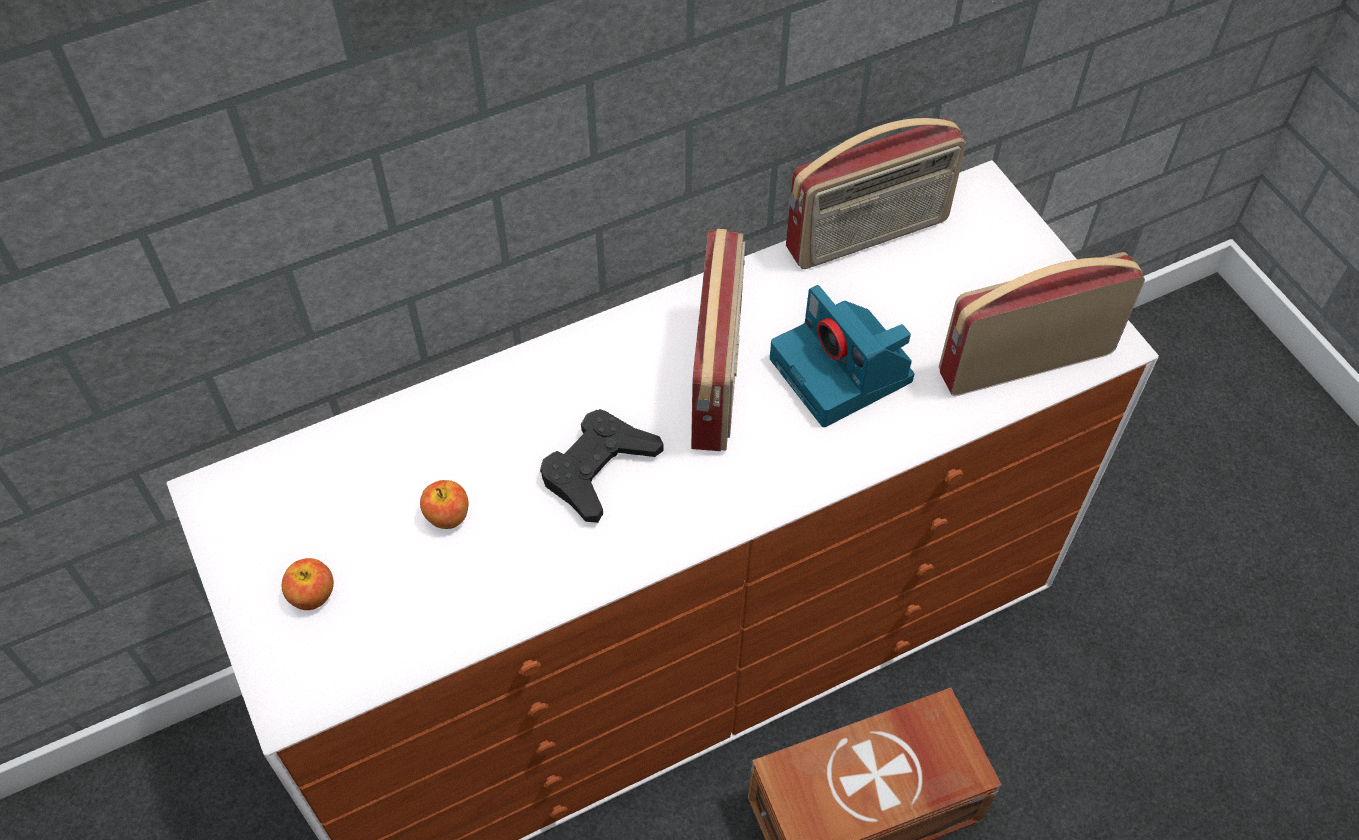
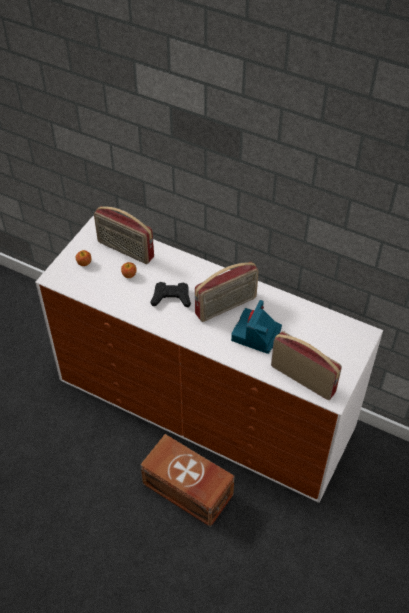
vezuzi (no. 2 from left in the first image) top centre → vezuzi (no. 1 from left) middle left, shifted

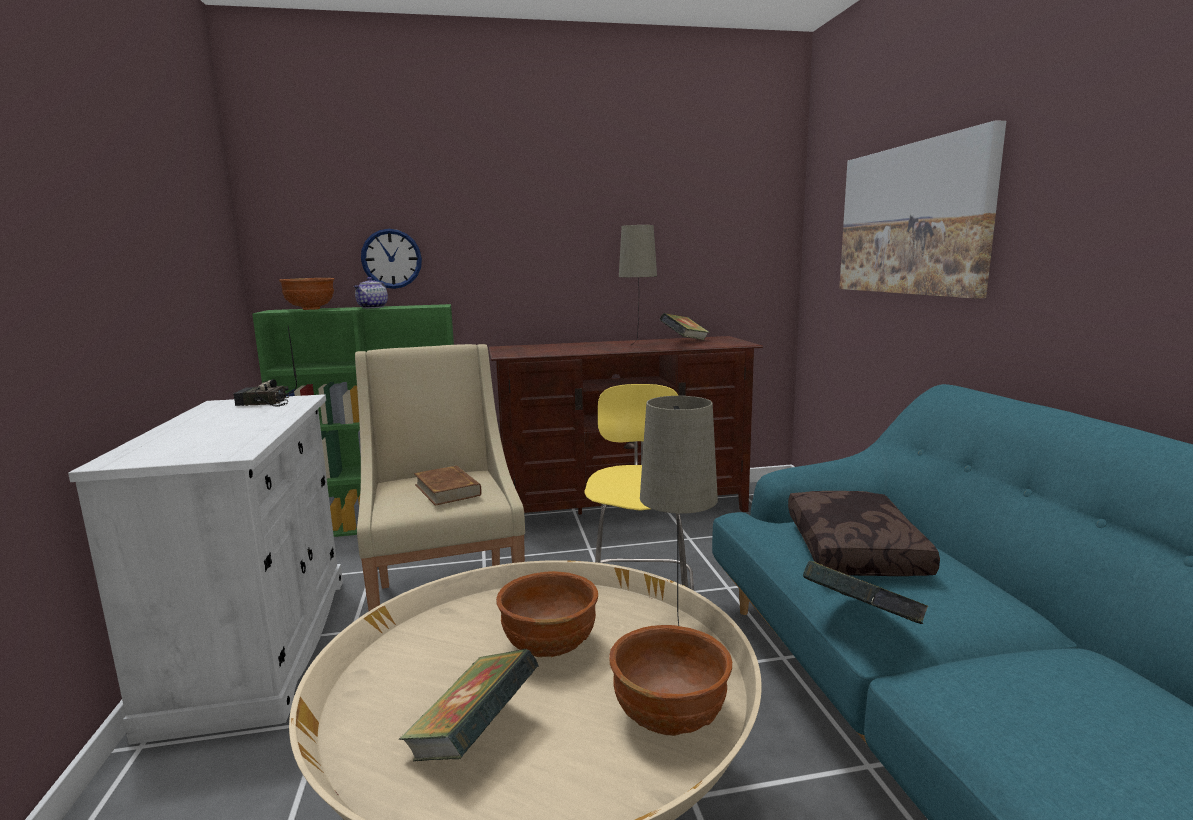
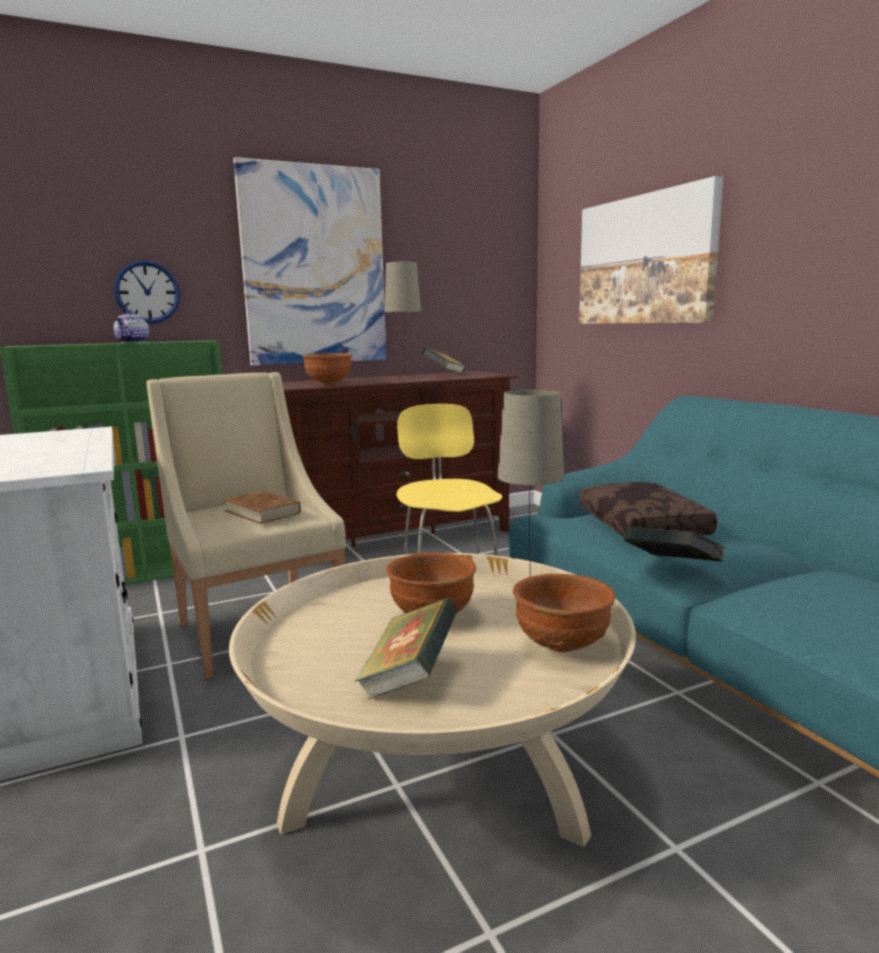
vezuzi middle left → -
- → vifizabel (no. 1 from left) top centre
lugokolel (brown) (no. 1 from left) middle left → lugokolel (brown) (no. 1 from left) centre, shifted

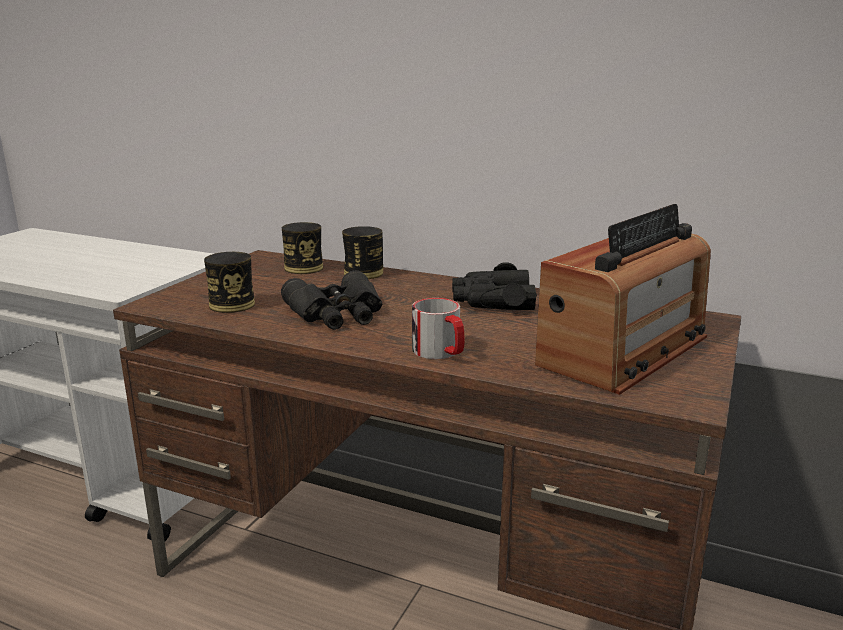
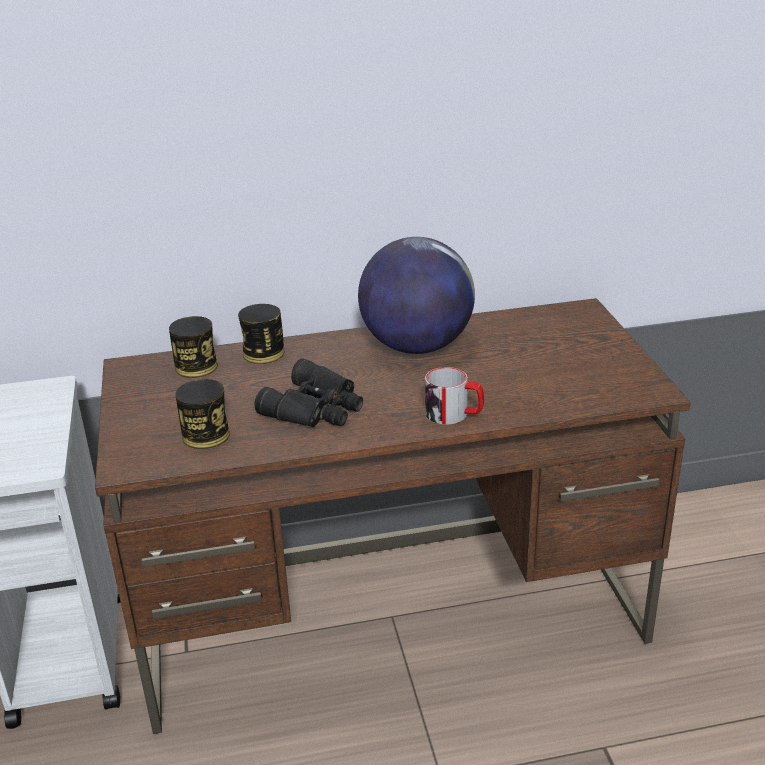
vezuzi middle right → -
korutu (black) (no. 2 from left) centre → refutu centre

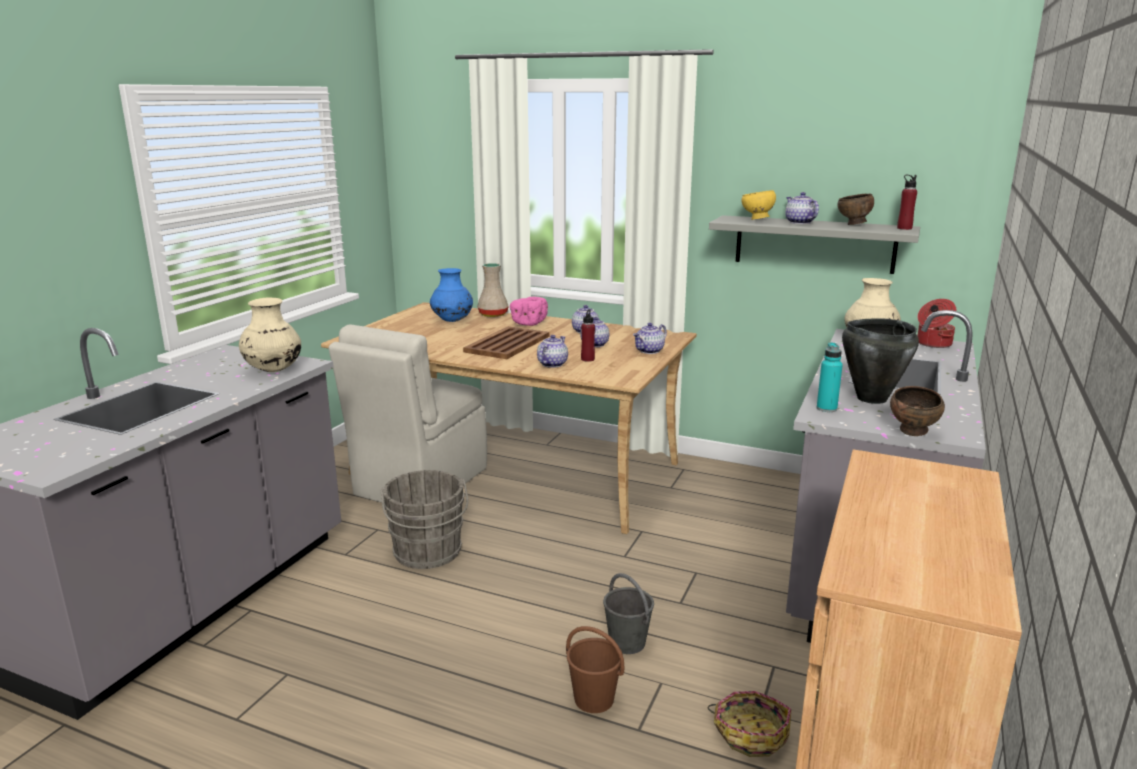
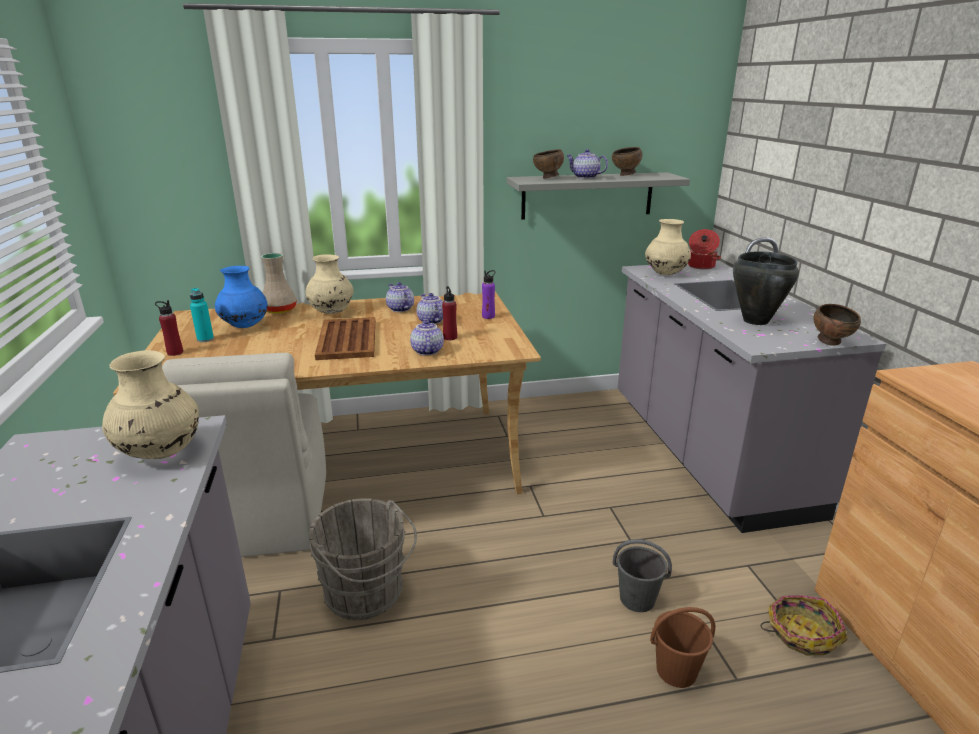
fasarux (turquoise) middle right → fasarux (turquoise) middle left, shifted
fasarux (red) (no. 2 from left in the first image) top right → fasarux (red) (no. 1 from left) middle left, shifted
lugokolel (pink) centre → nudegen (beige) (no. 3 from left) centre
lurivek (no. 4 from left) centre → fasarux (purple) centre
lugokolel (yellow) top right → lugokolel (brown) (no. 1 from left) top centre

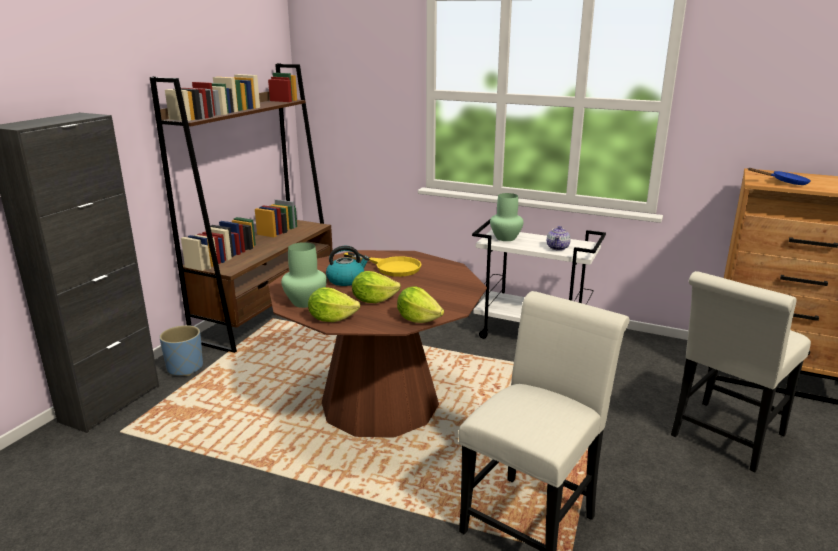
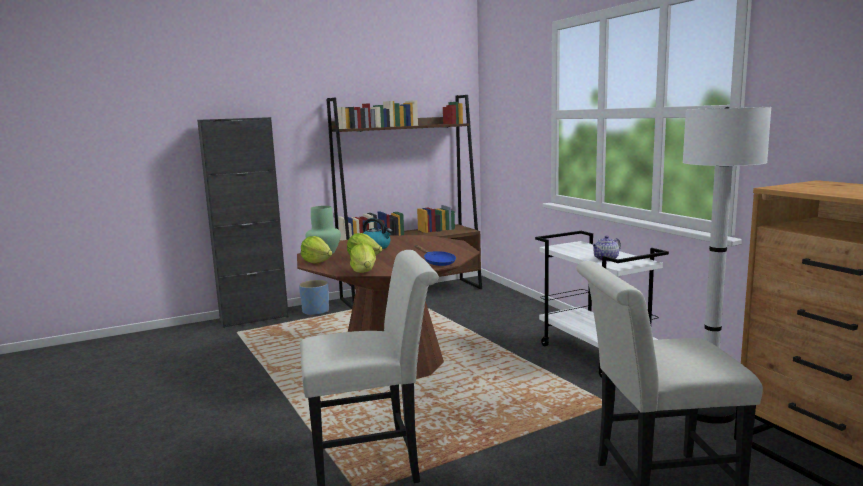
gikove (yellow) centre → -
nudegen (green) (no. 2 from left) centre → -
- → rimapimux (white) middle right
gikove (blue) top right → gikove (blue) centre, shifted

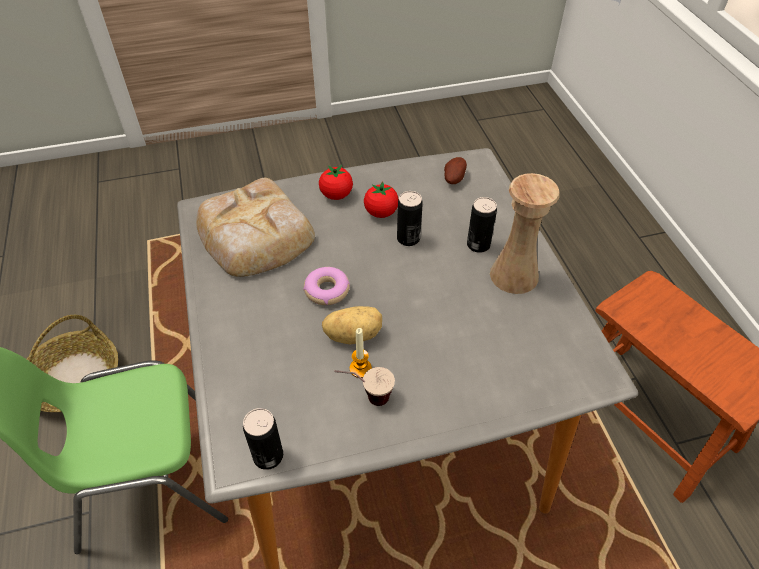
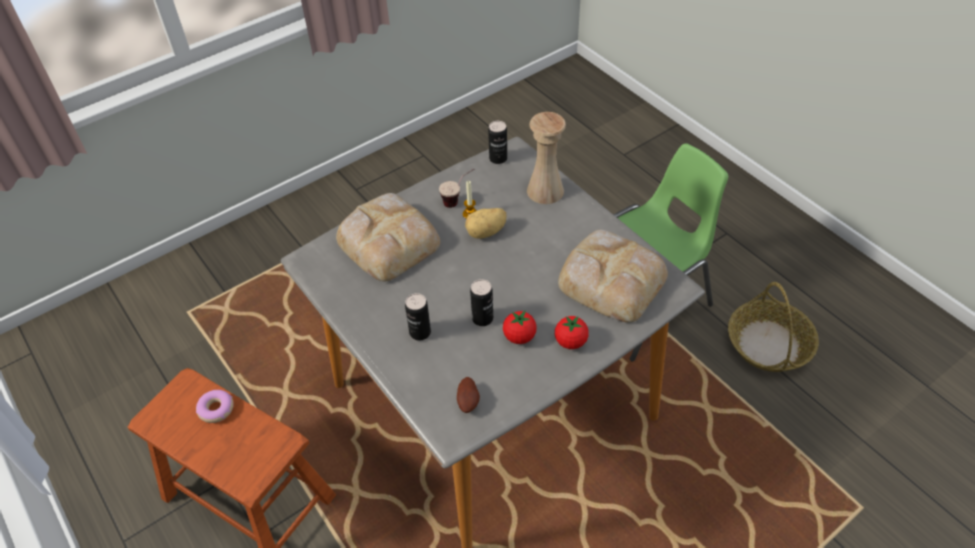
- → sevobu (no. 1 from left) centre
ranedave centre → ranedave bottom left, shifted
nudegen (beige) middle right → nudegen (beige) top centre, shifted

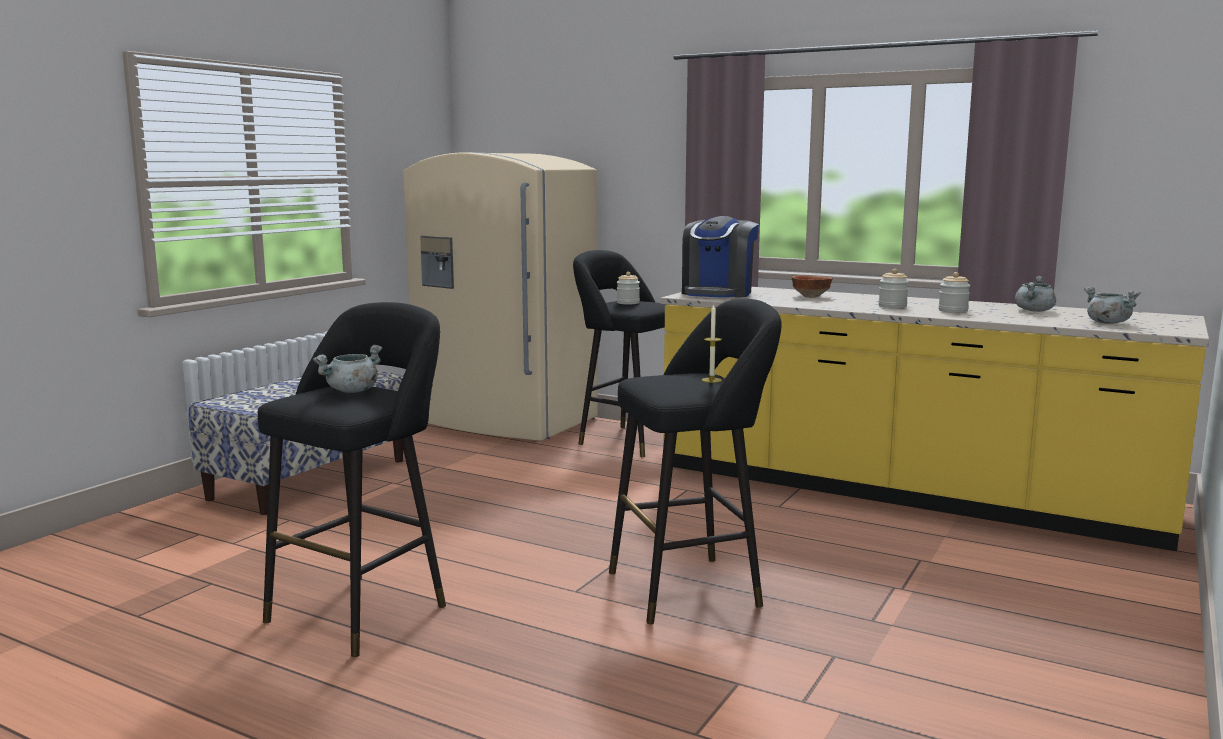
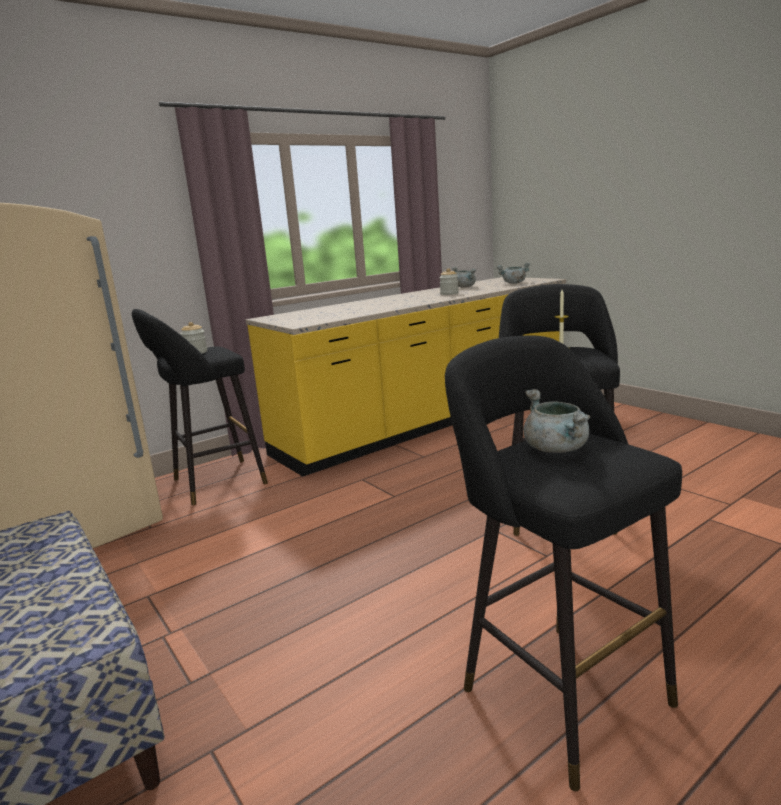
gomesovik centre → -
lugokolel centre → -
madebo (no. 2 from left) middle right → -

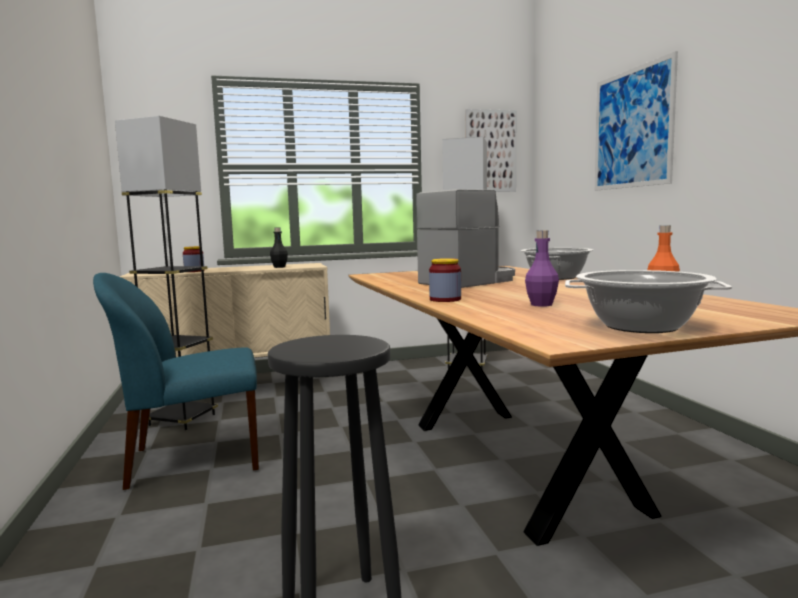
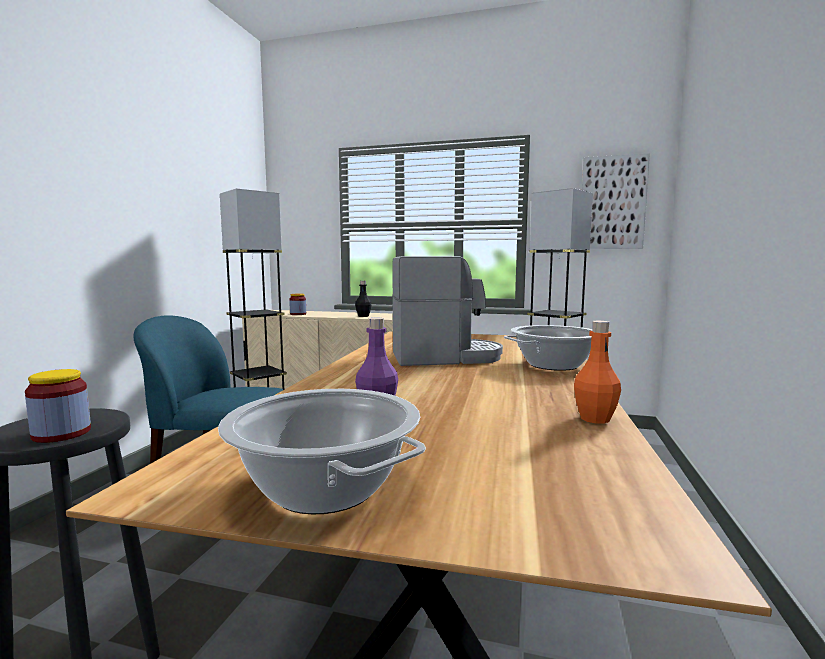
vifizabel (no. 2 from left) top right → -
madebo (no. 2 from left in the first image) centre → madebo (no. 1 from left) middle left, shifted

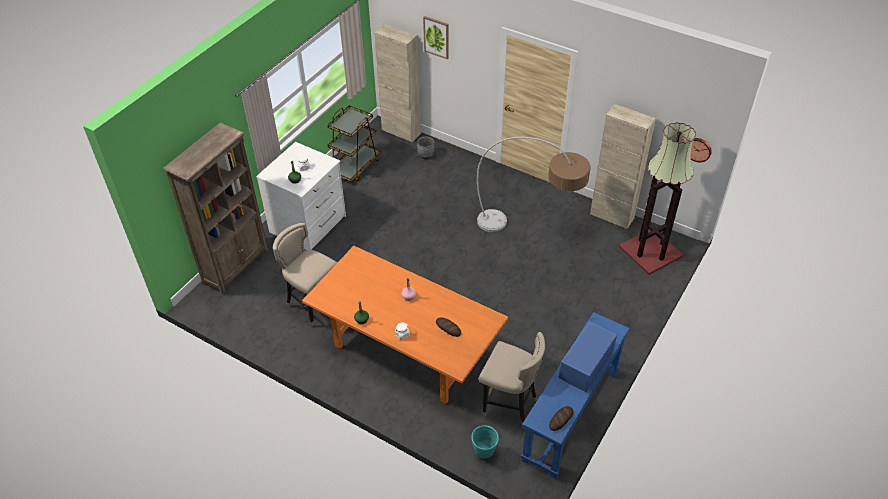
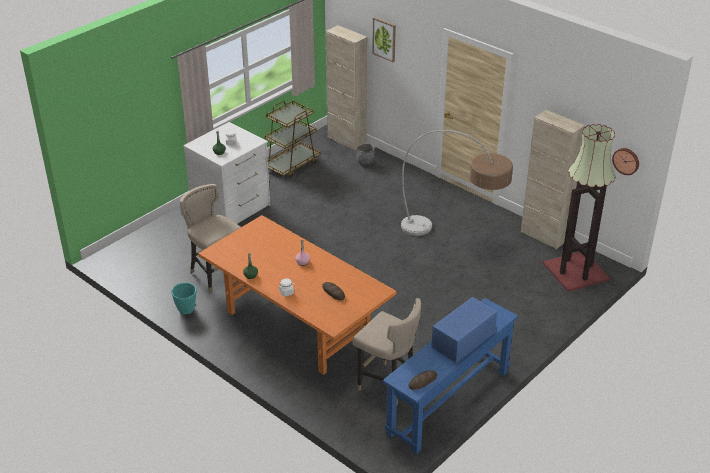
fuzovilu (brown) middle left → -
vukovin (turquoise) bottom centre → vukovin (turquoise) middle left, shifted

